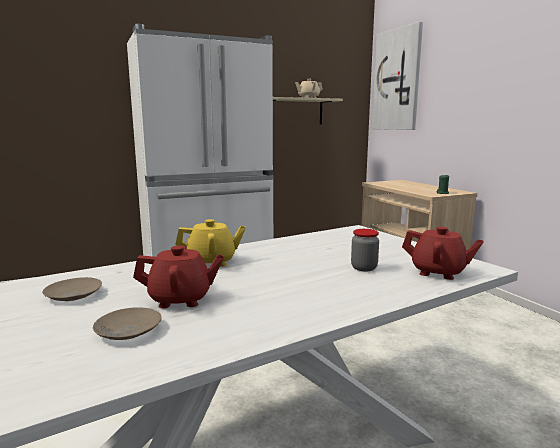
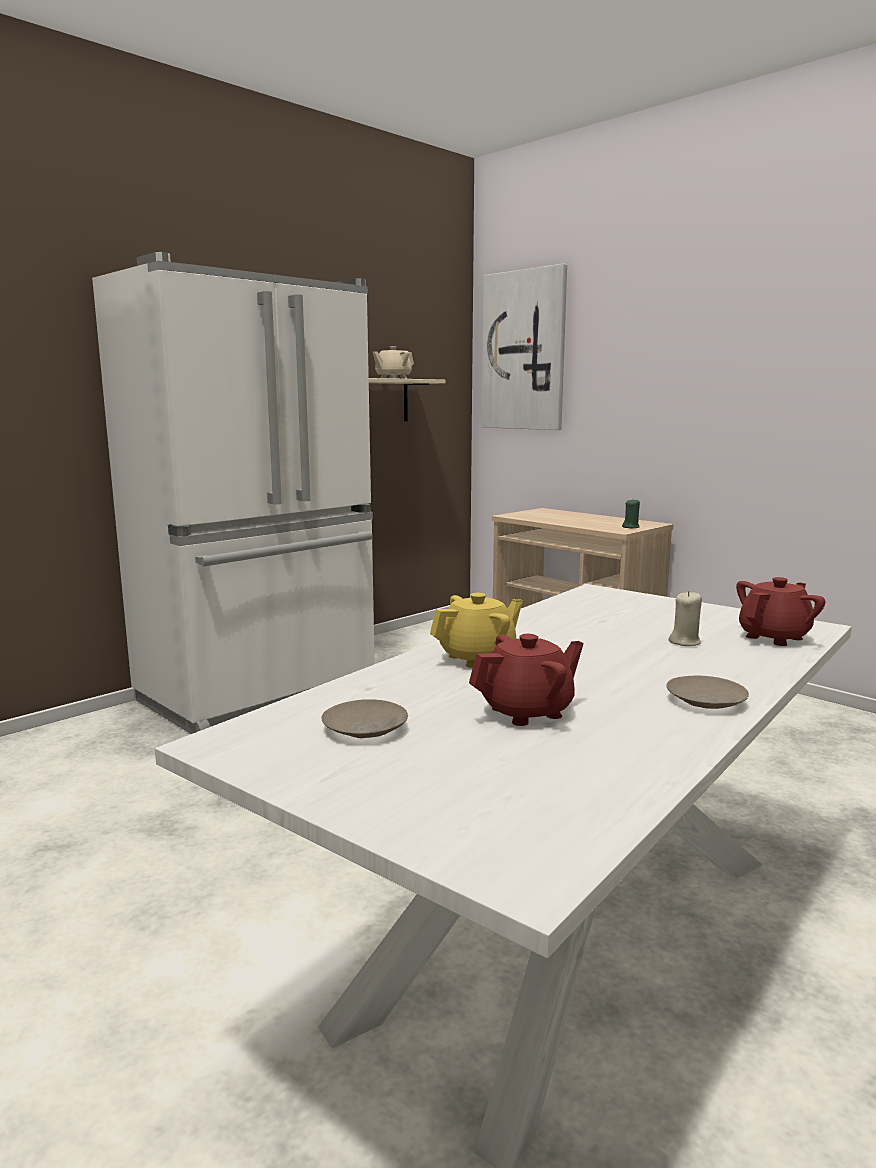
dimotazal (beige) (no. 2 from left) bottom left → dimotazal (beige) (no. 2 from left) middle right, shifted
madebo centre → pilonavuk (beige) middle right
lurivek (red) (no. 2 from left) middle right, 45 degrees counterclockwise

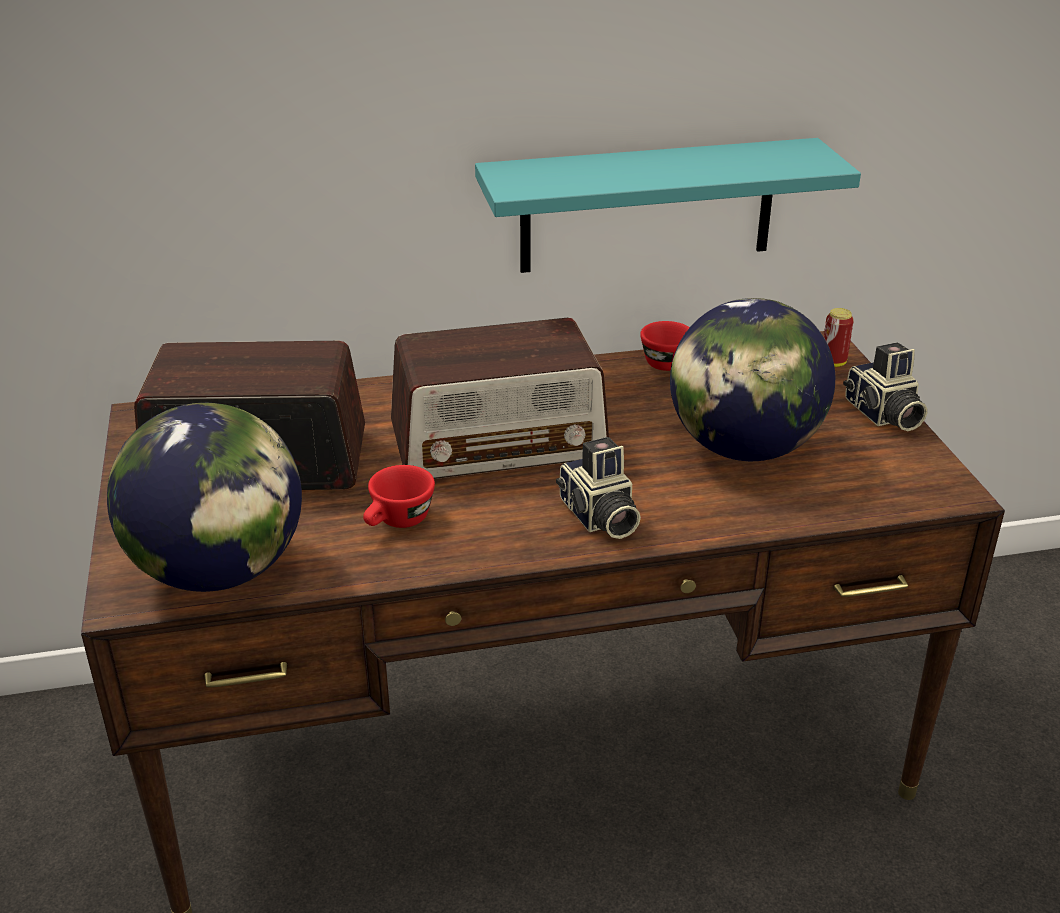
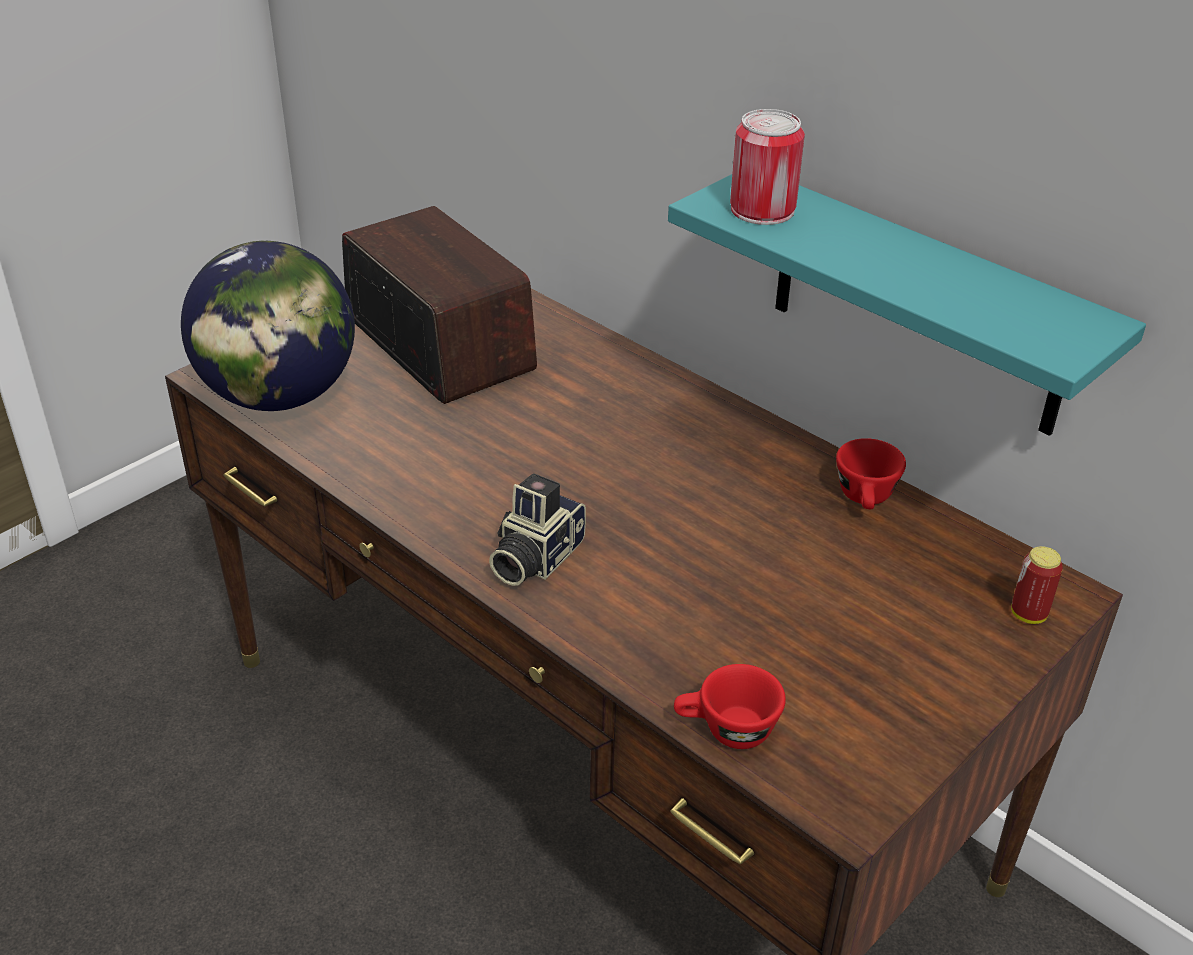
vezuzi (no. 2 from left) centre → -
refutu (no. 2 from left) middle right → -
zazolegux (no. 2 from left) middle right → -
- → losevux (no. 1 from left) top centre
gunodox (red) (no. 1 from left) centre → gunodox (red) (no. 1 from left) bottom centre, shifted

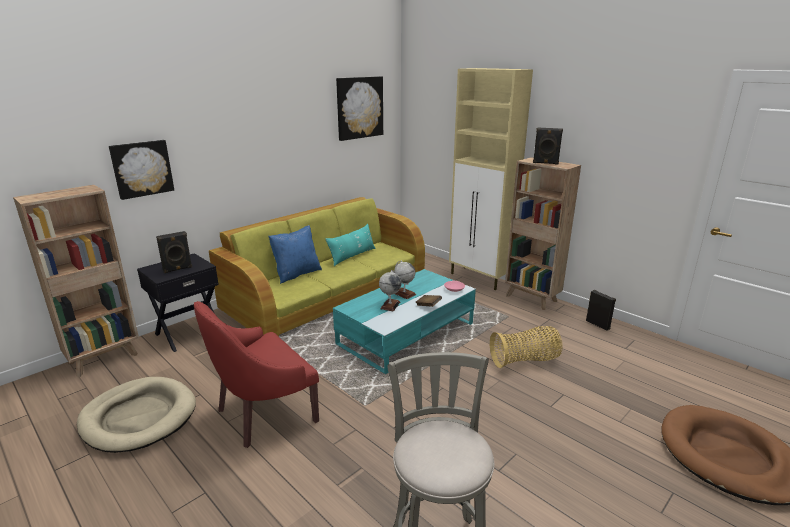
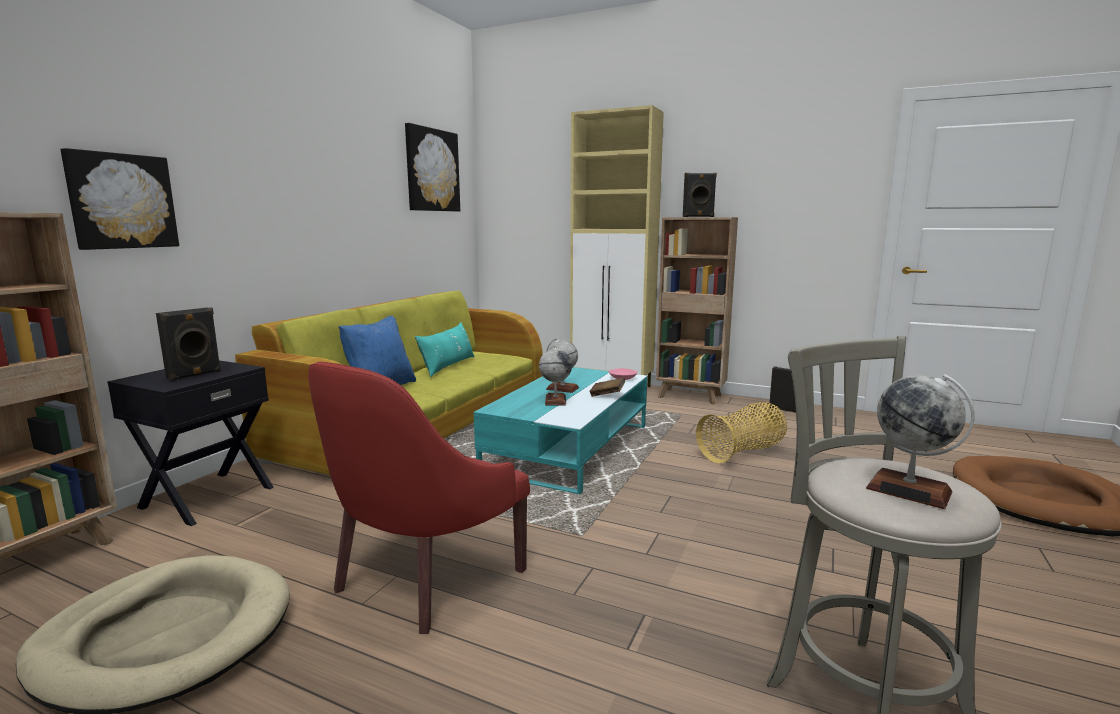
- → refutu (no. 3 from left) middle right

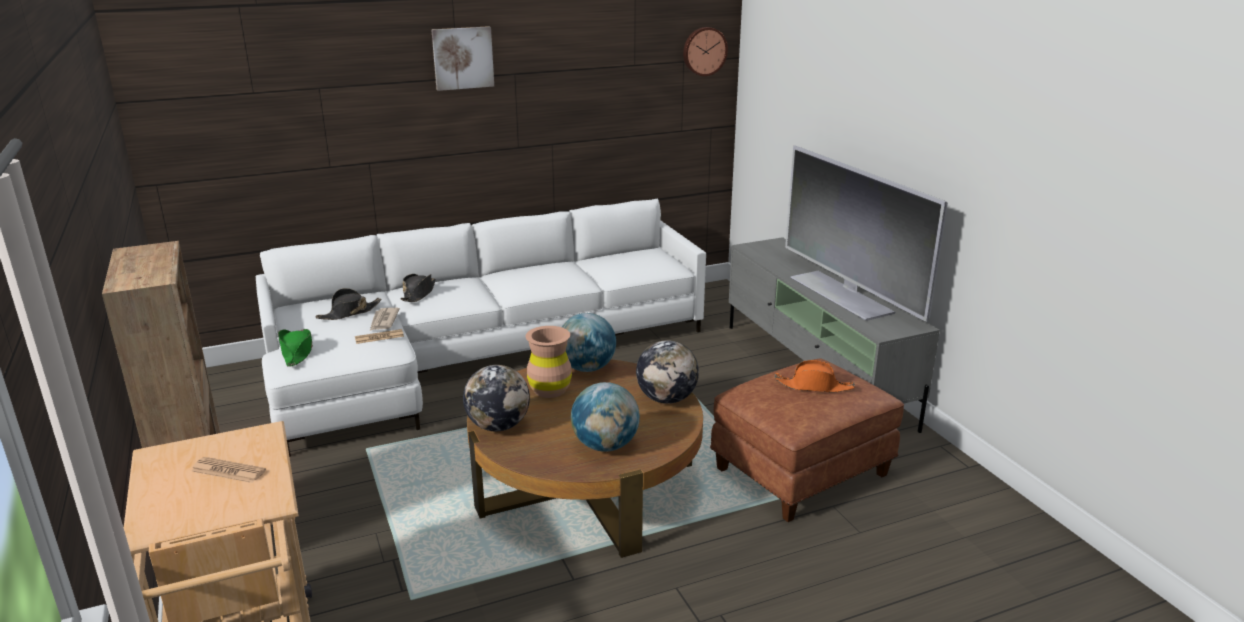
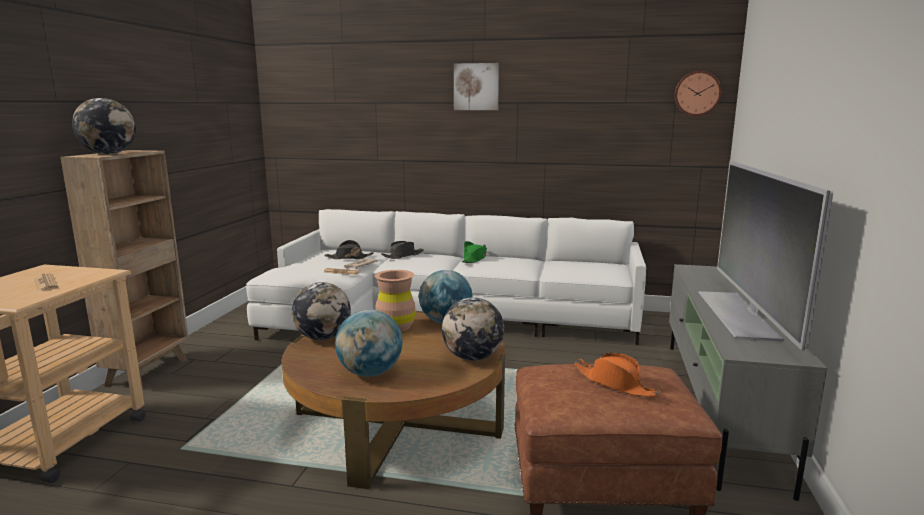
- → refutu (no. 1 from left) top left
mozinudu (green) middle left → mozinudu (green) centre, shifted

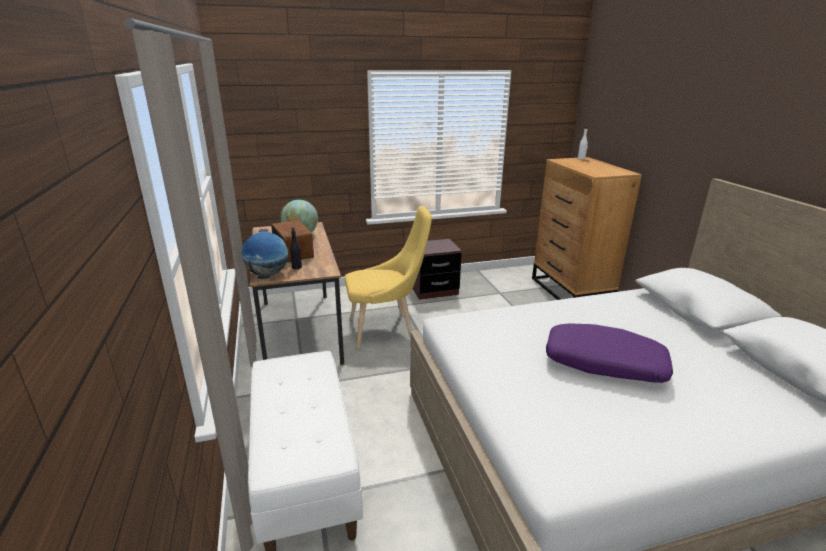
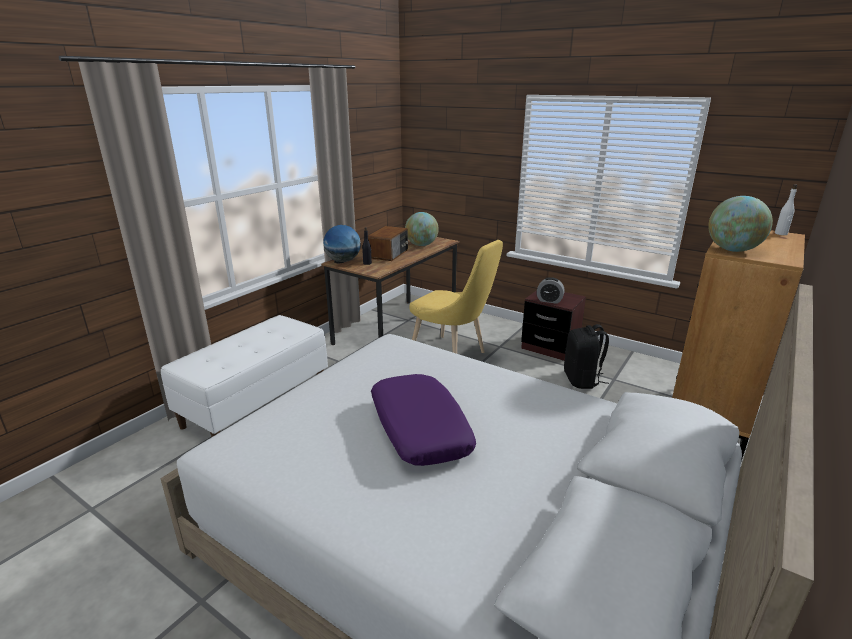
- → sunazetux centre
- → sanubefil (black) middle right
- → refutu (no. 3 from left) middle right

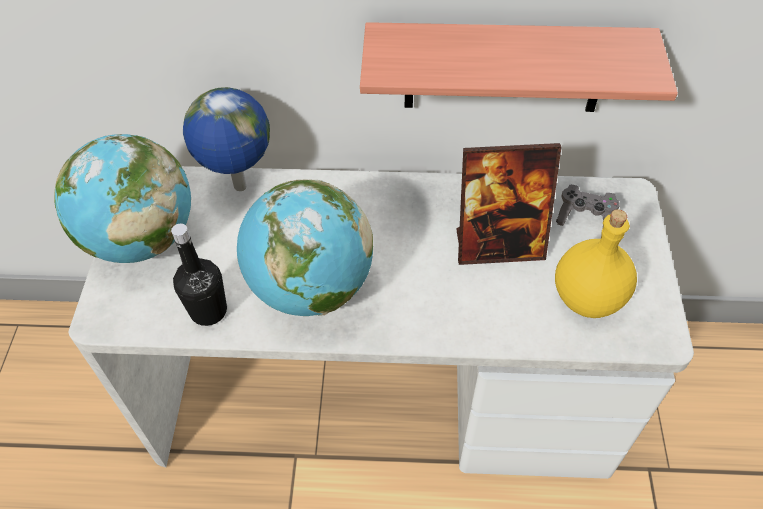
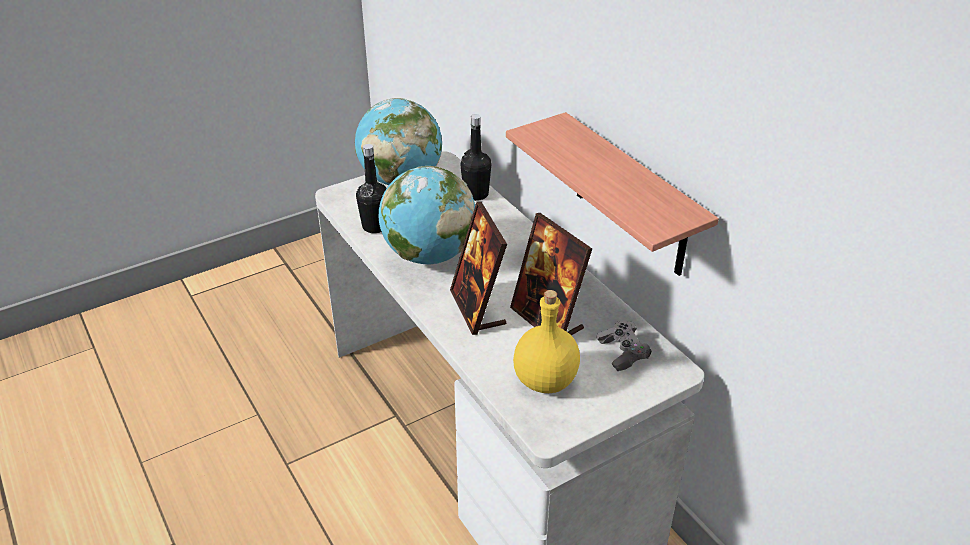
- → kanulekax (no. 1 from left) centre
refutu (no. 2 from left) top left → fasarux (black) (no. 2 from left) top centre

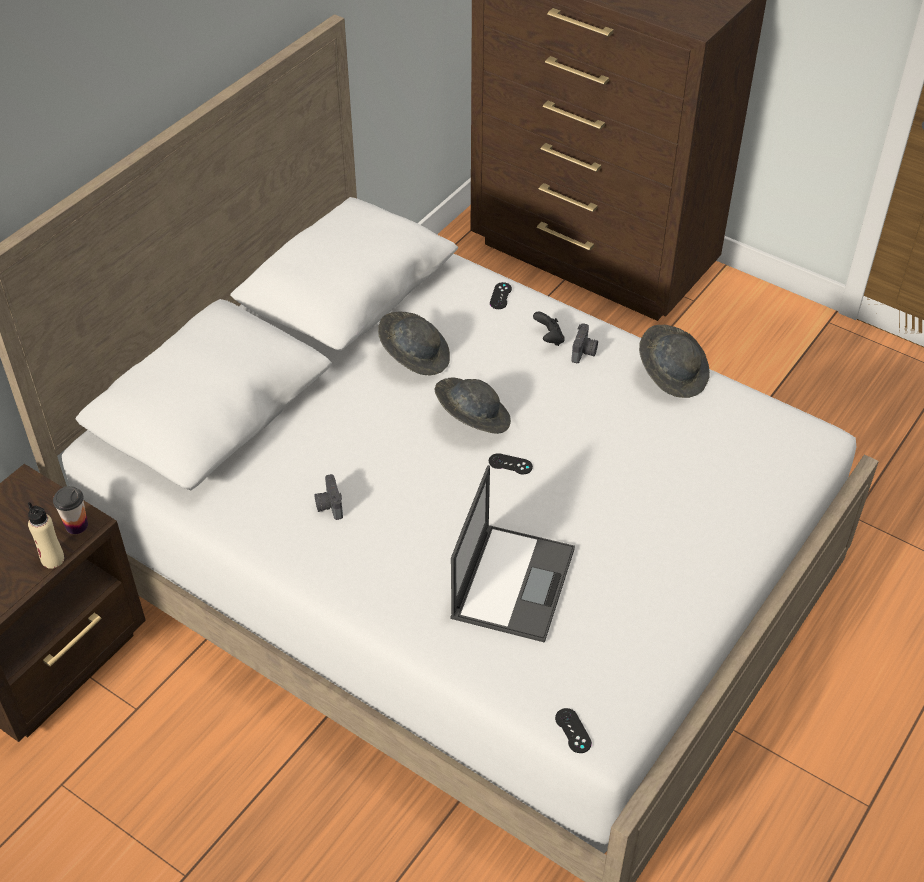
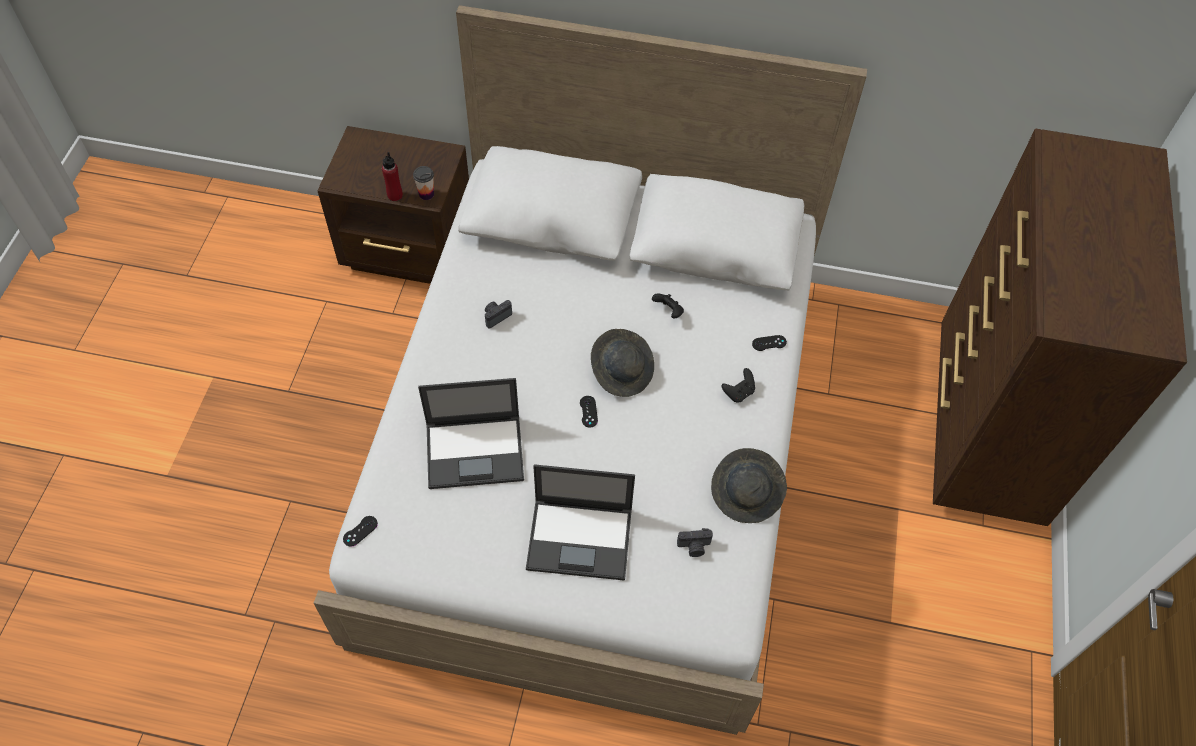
- → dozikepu (no. 2 from left) bottom centre
zazolegux (no. 2 from left) centre → zazolegux (no. 2 from left) bottom centre, shifted
mozinudu (grey) (no. 1 from left) centre → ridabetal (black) (no. 3 from left) centre
fasarux (beige) middle left → fasarux (red) top left

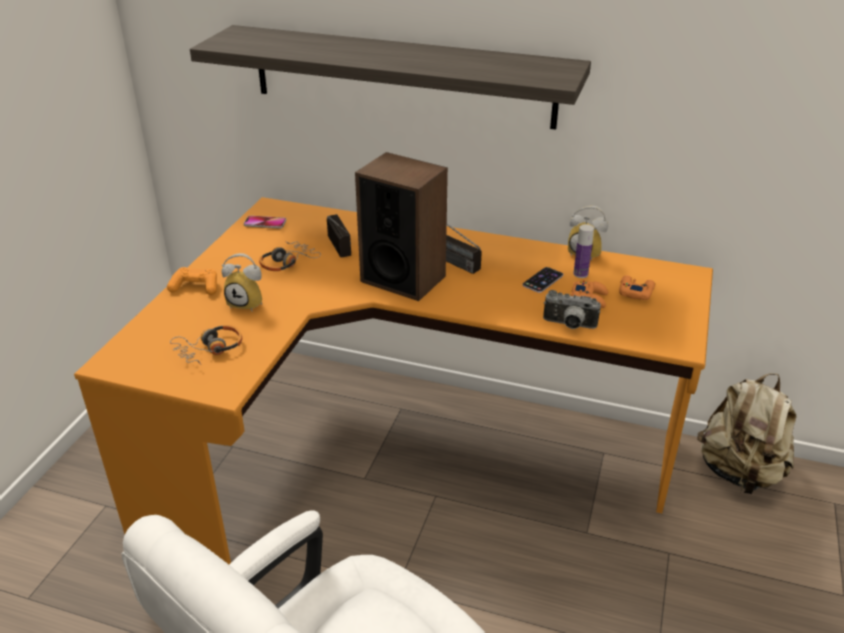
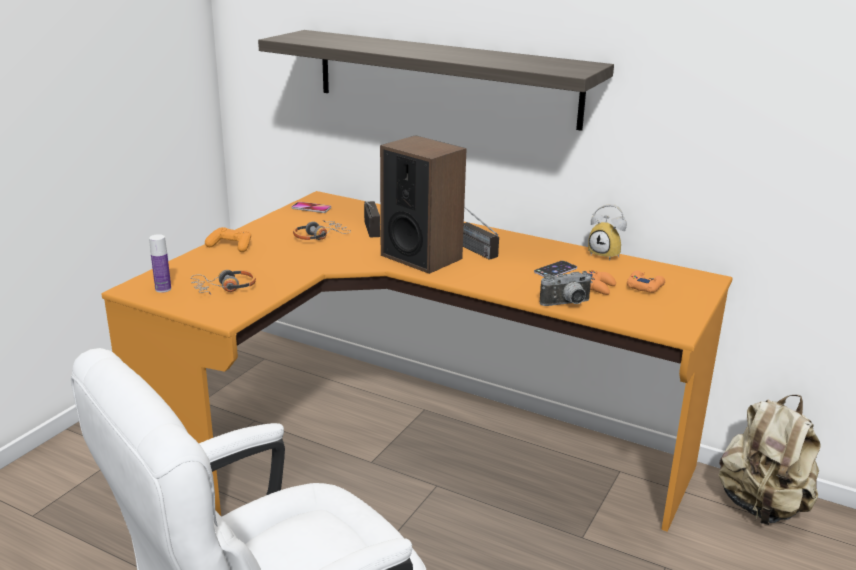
sunazetux (no. 1 from left) middle left → -
fasarux middle right → fasarux middle left, shifted
zazolegux middle right → zazolegux centre, 45 degrees counterclockwise

